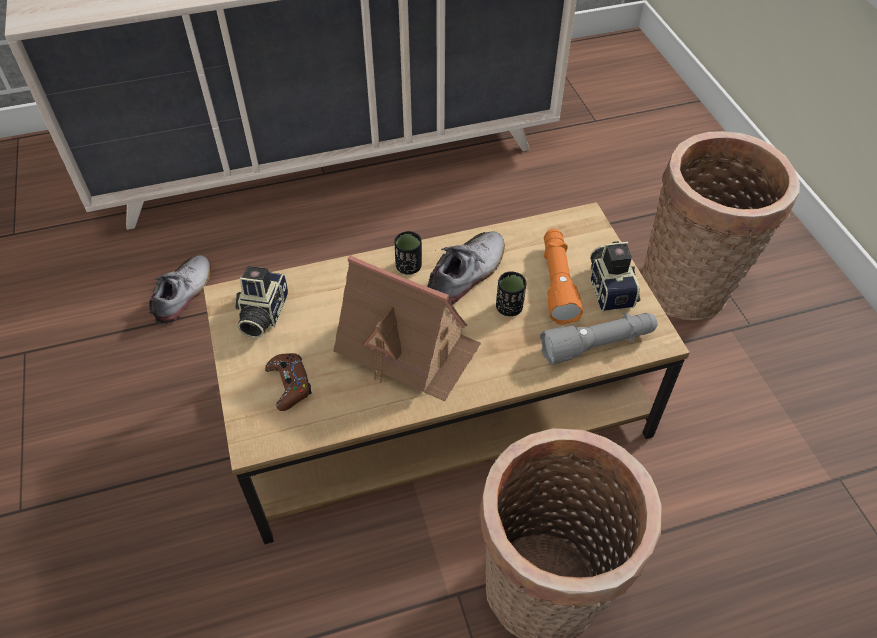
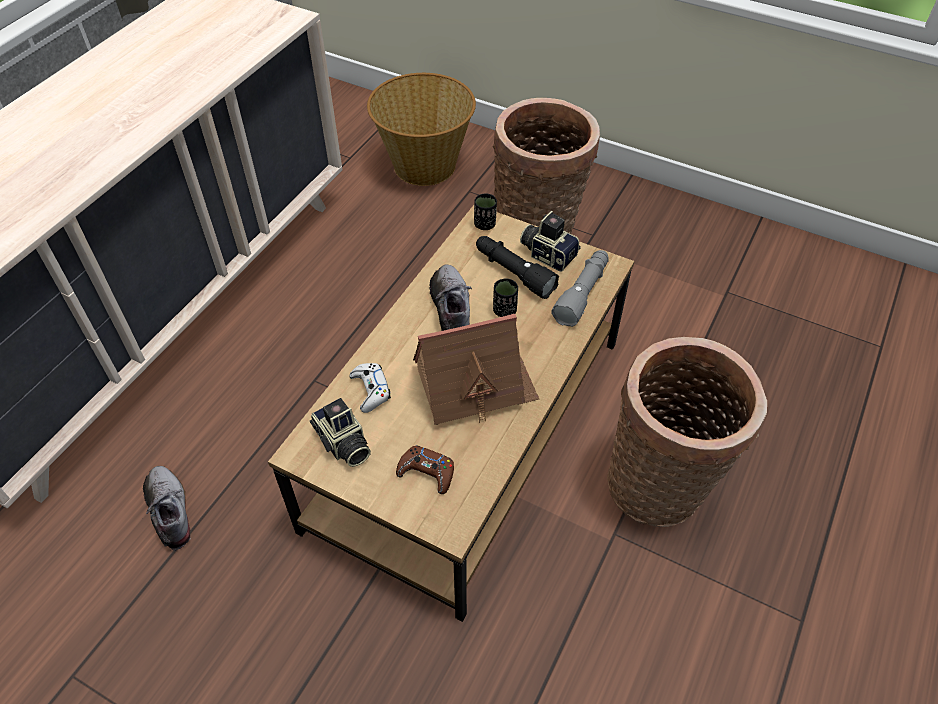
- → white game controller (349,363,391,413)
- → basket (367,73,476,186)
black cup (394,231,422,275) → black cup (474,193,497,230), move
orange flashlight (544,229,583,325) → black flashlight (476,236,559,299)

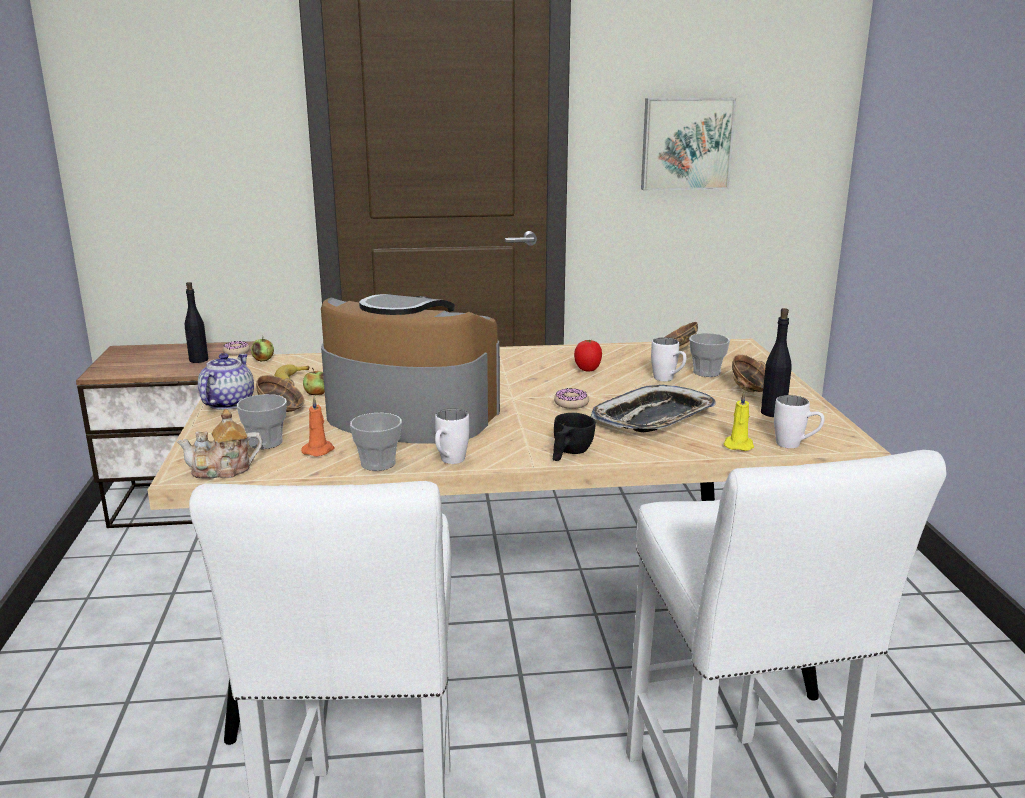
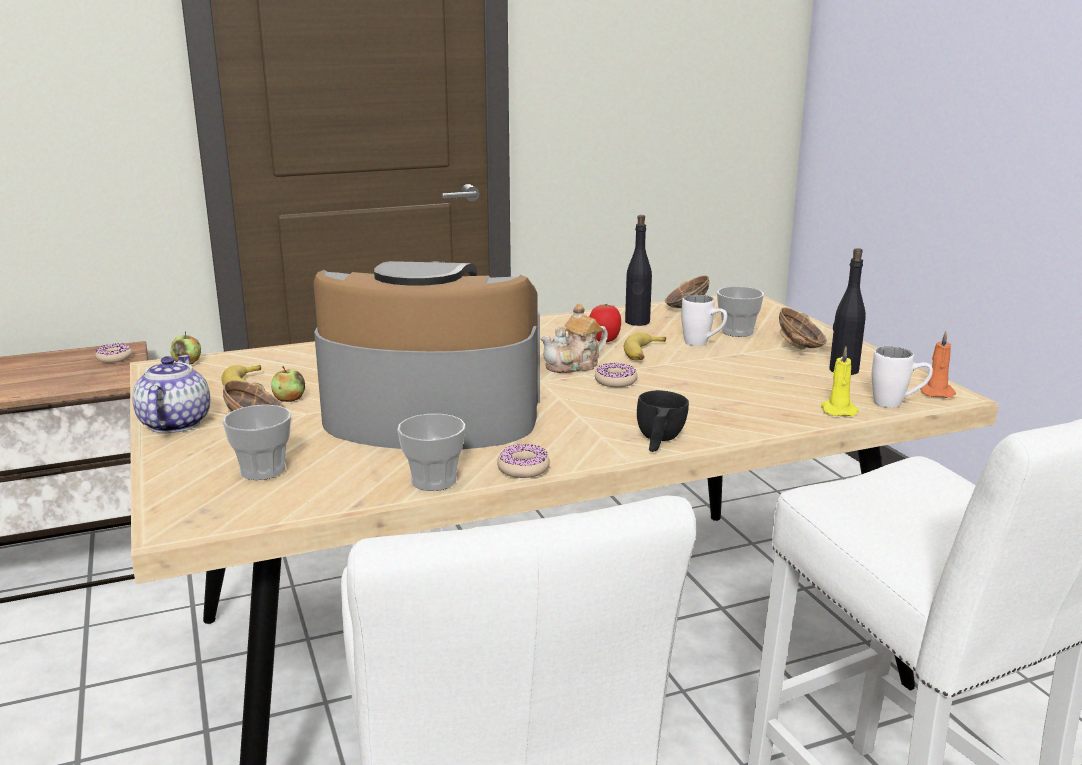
tray (591,385,716,432) → -
picture (641,98,736,191) → -
- → banana (624,332,666,361)
teapot (177,409,262,479) → teapot (540,304,608,373), move
black bottle (185,282,208,363) → black bottle (625,215,652,326), move
orange candle (301,396,335,456) → orange candle (921,331,956,398), move
white mug (435,409,469,464) → donut (497,444,550,478)

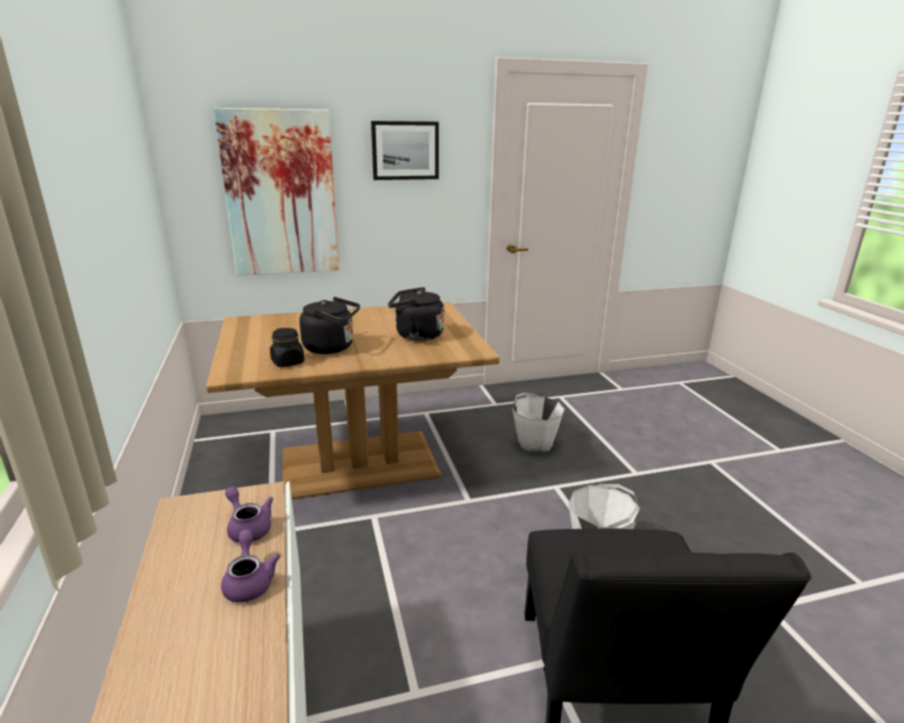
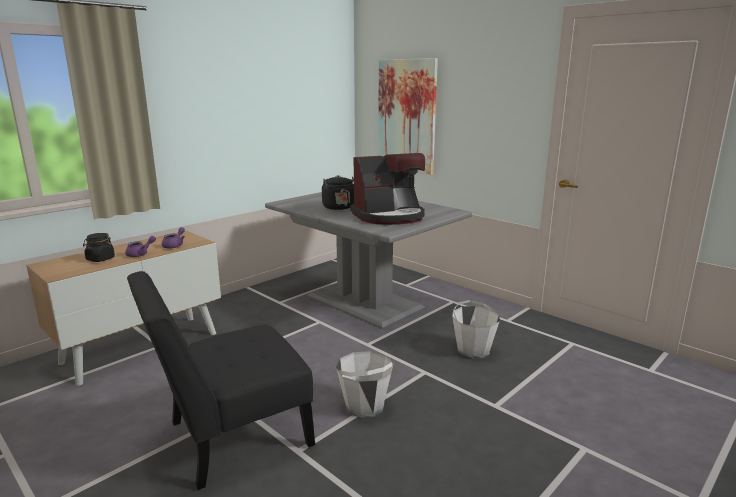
picture (371,121,439,180) → -
black jar (270,328,305,367) → black jar (83,233,115,262), move
black kettle (388,287,444,341) → coffee machine (350,153,425,225)
brown dining table (206,302,500,499) → grey dining table (265,192,472,329)

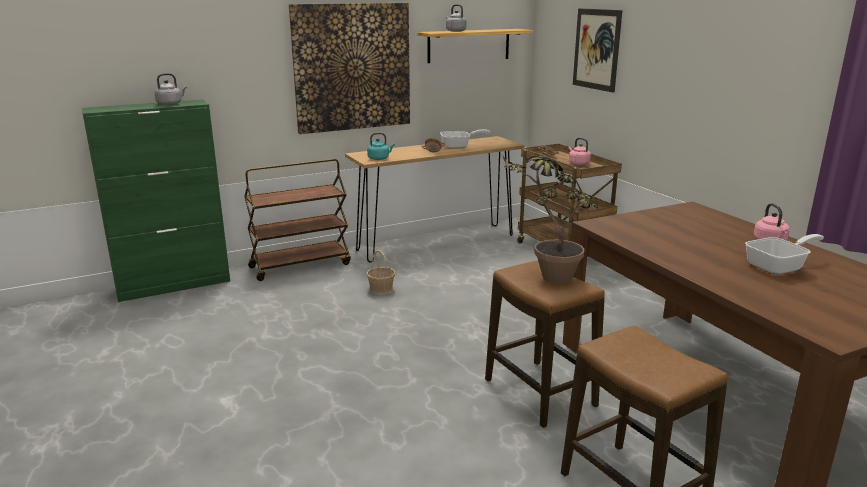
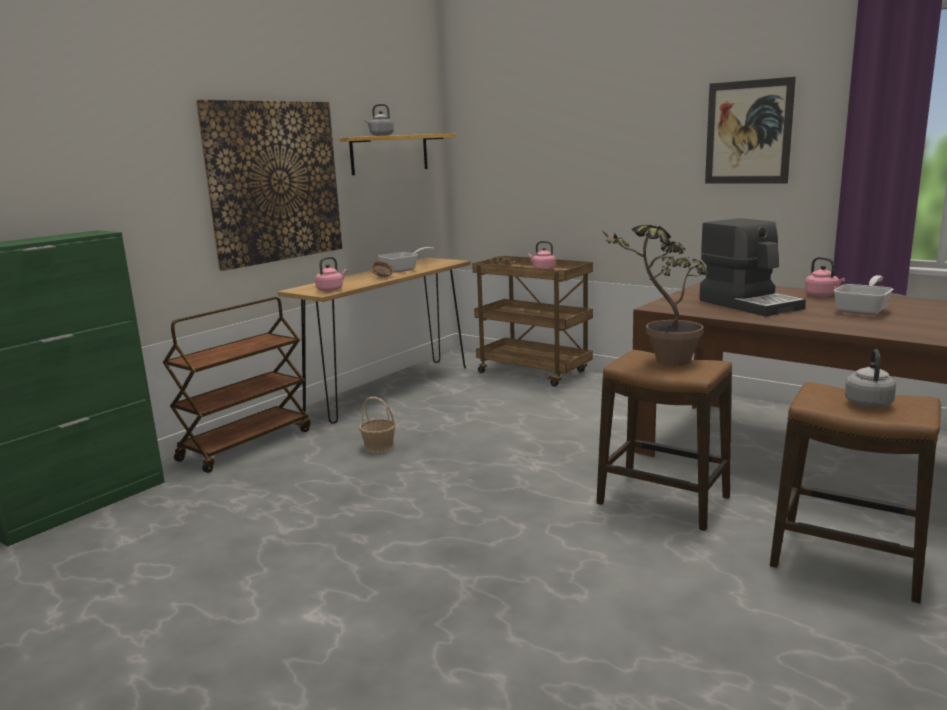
- → coffee machine (699,218,806,316)
grey kettle (155,73,187,105) → grey kettle (845,349,896,407), move
picture (573,8,623,93) → picture (705,77,796,184), move
turquoise kettle (367,133,395,160) → pink kettle (315,257,347,292)

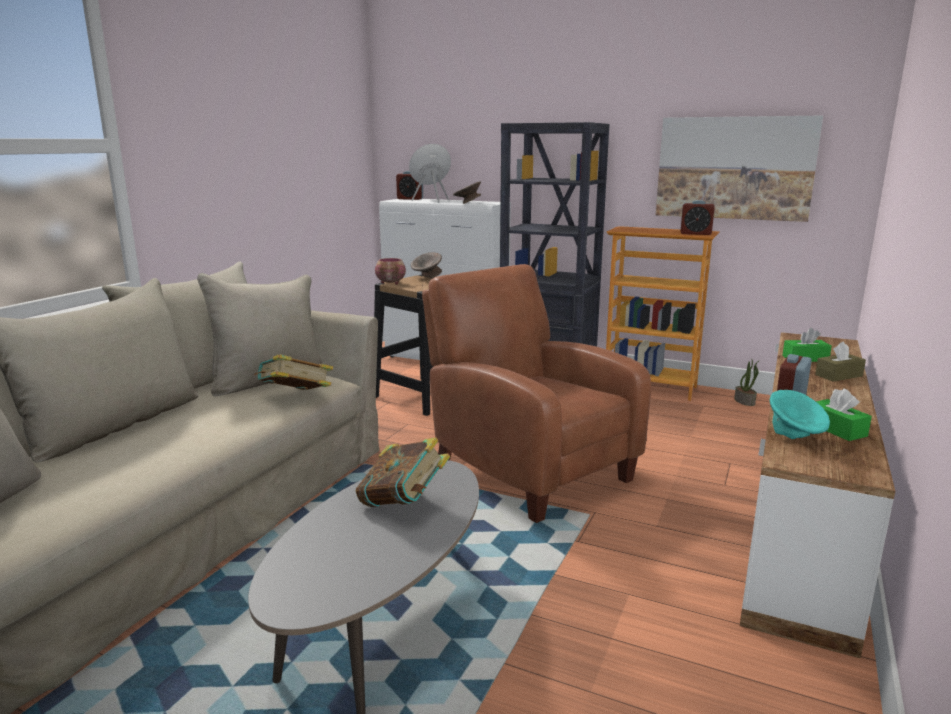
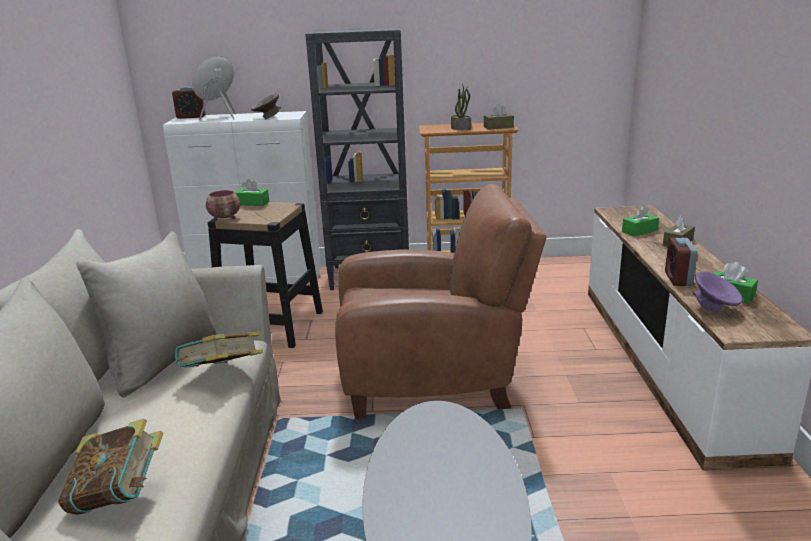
picture (656,115,823,222) → -
book (356,437,450,507) → book (58,419,163,515), move
potted plant (734,358,760,406) → potted plant (451,84,471,130), move
grey bowl (411,252,442,278) → green tissue box (235,179,269,206)
alarm clock (680,200,715,235) → brown tissue box (484,104,514,130)
turquoise bowl (770,390,830,439) → purple bowl (693,271,743,312)
brown armchair (422,264,651,523) → brown armchair (335,184,546,419), 150 degrees clockwise

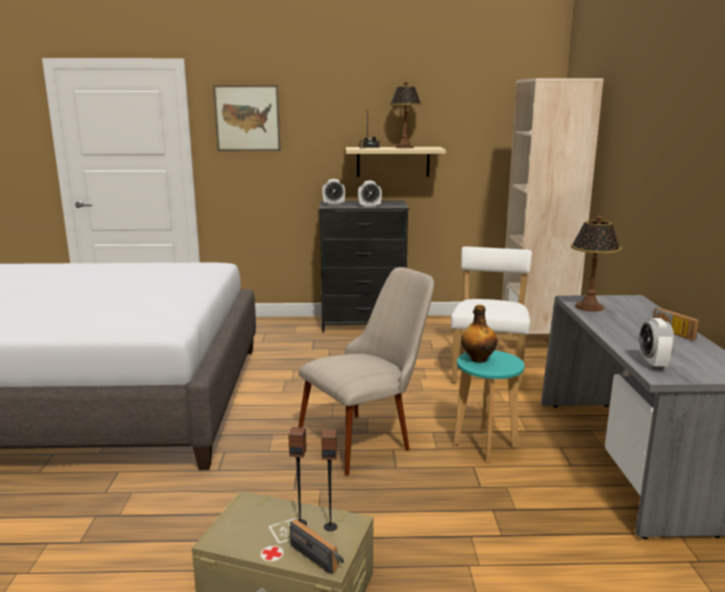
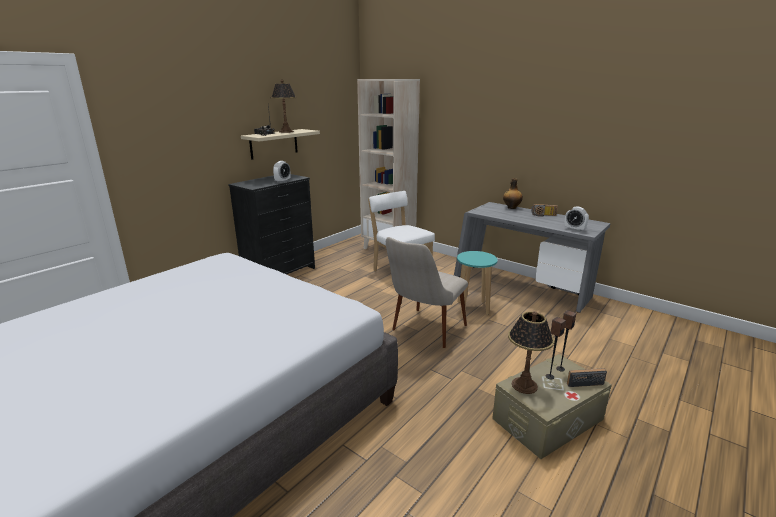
picture (213,85,281,151) → -
alarm clock (322,179,345,205) → -
bottle (461,305,497,363) → bottle (503,178,523,209), move
table lamp (571,216,622,312) → table lamp (508,311,555,394), move
beige chair (298,267,434,476) → beige chair (386,237,468,348), 150 degrees counterclockwise

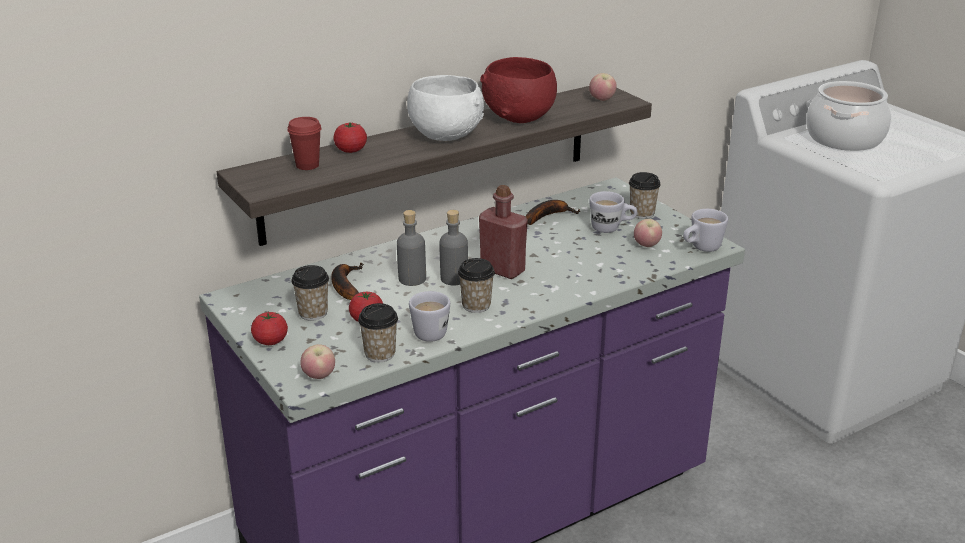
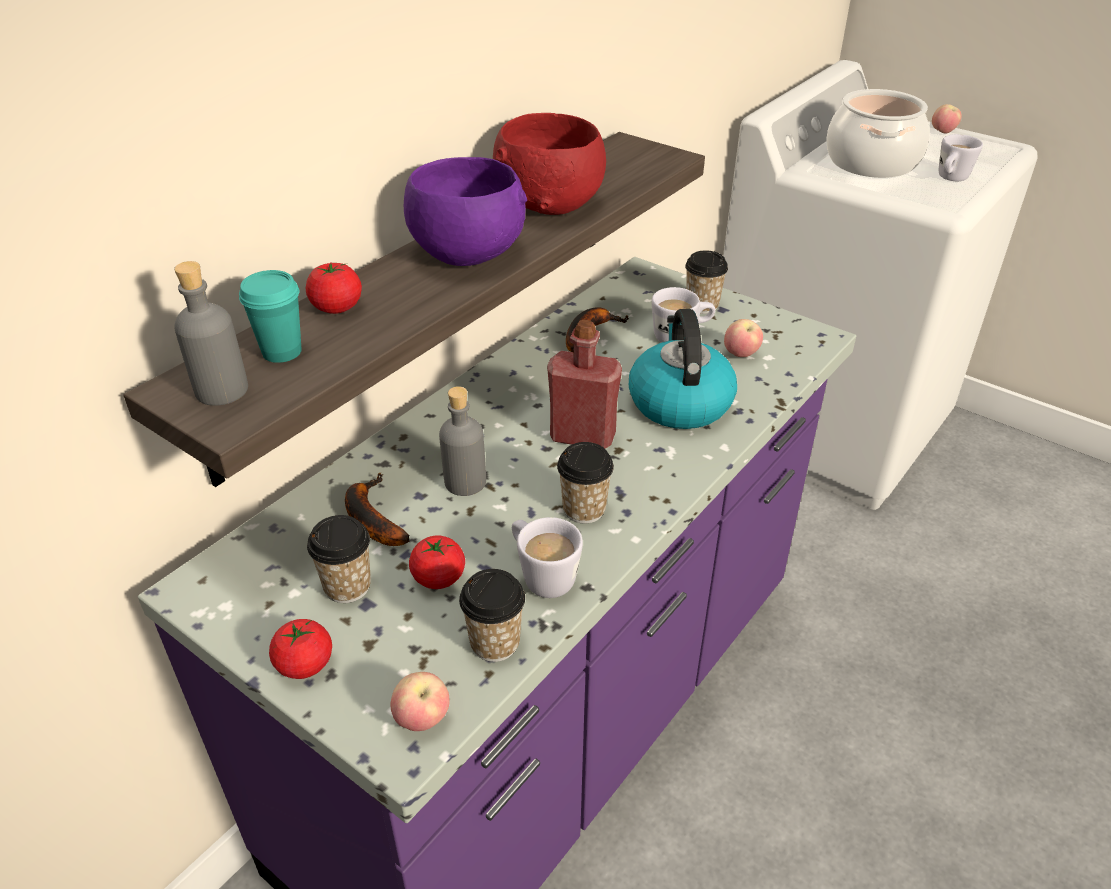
- → kettle (629,309,737,429)
grey bottle (439,210,468,285) → grey bottle (174,261,248,406), move
apple (589,73,616,101) → apple (932,104,962,133), move
white mug (683,209,728,252) → white mug (939,134,983,181), move
red cup (287,117,322,170) → turquoise cup (239,270,302,363)
white bowl (407,75,484,141) → purple bowl (404,157,527,266)

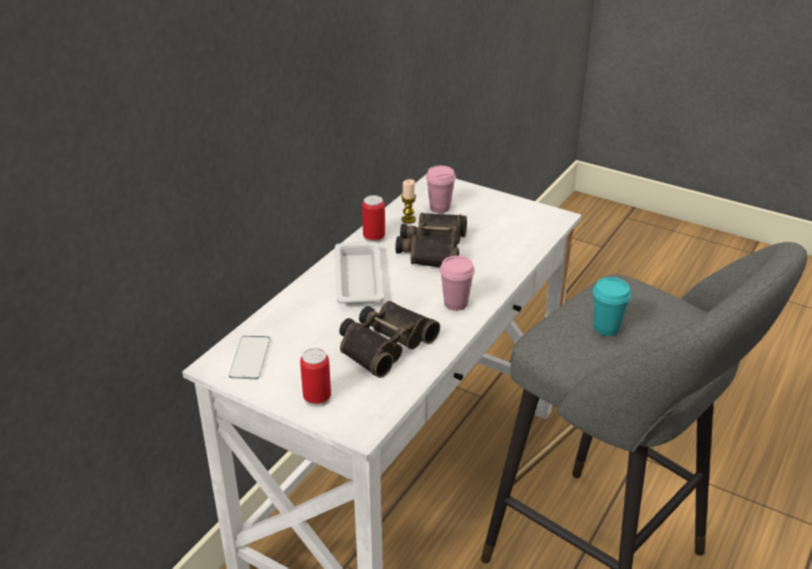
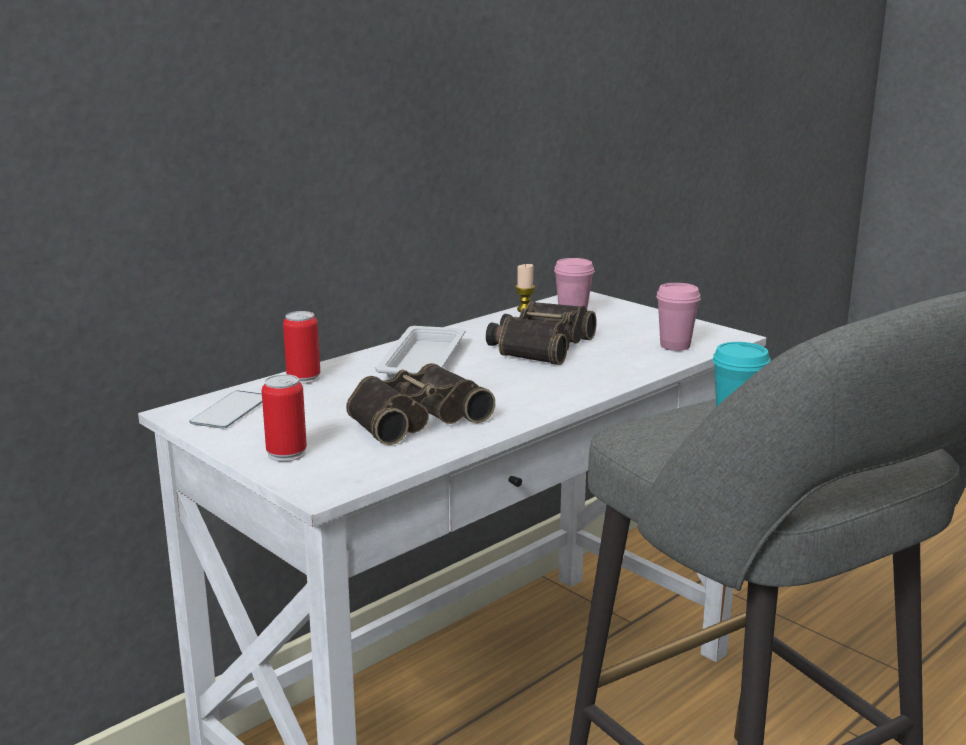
can (362,195,385,243) → can (283,311,320,384), move
pink cup (440,256,475,311) → pink cup (656,283,701,351), move

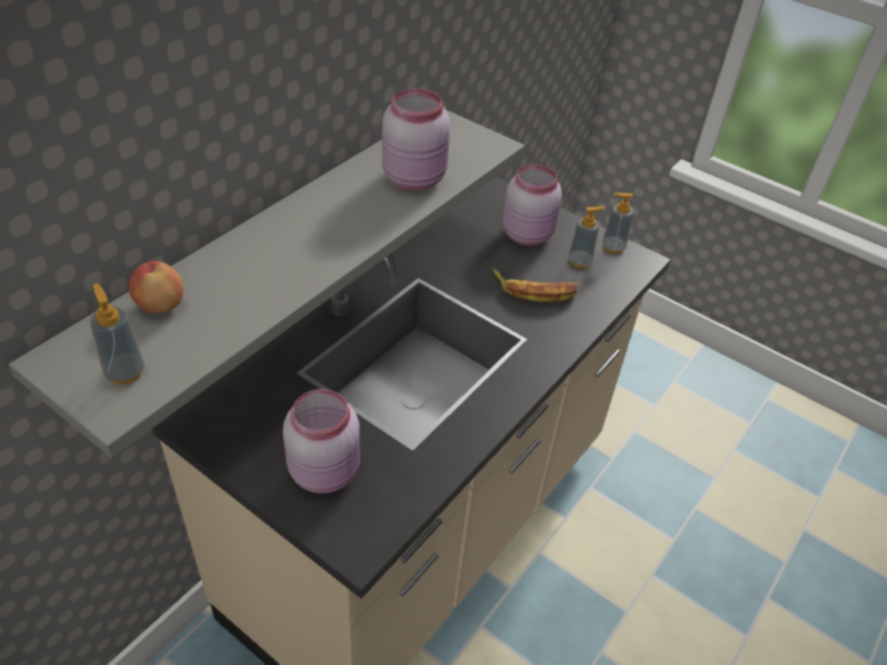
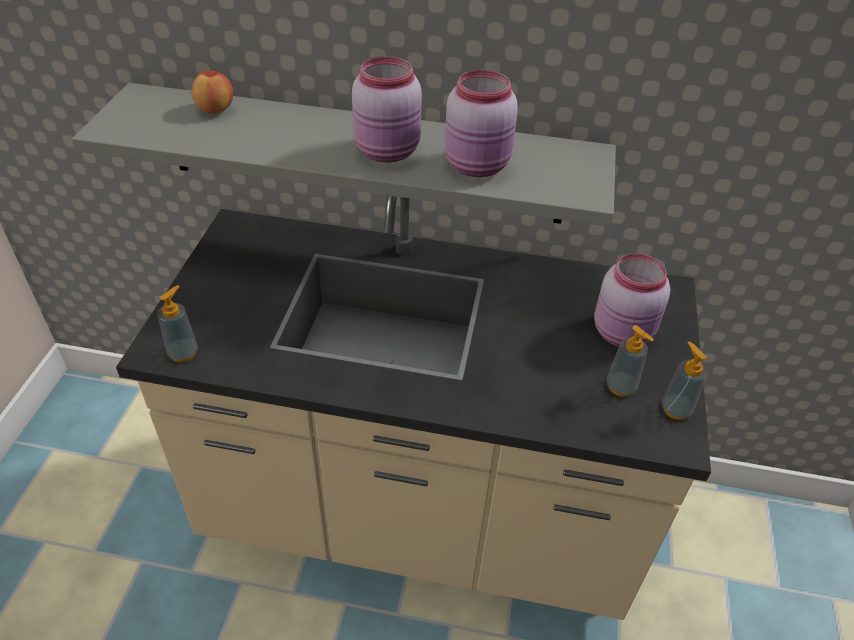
banana (493,268,579,302) → -
soap dispenser (90,283,145,384) → soap dispenser (157,285,198,362), move
pink jar (283,389,360,493) → pink jar (352,56,422,162), move

